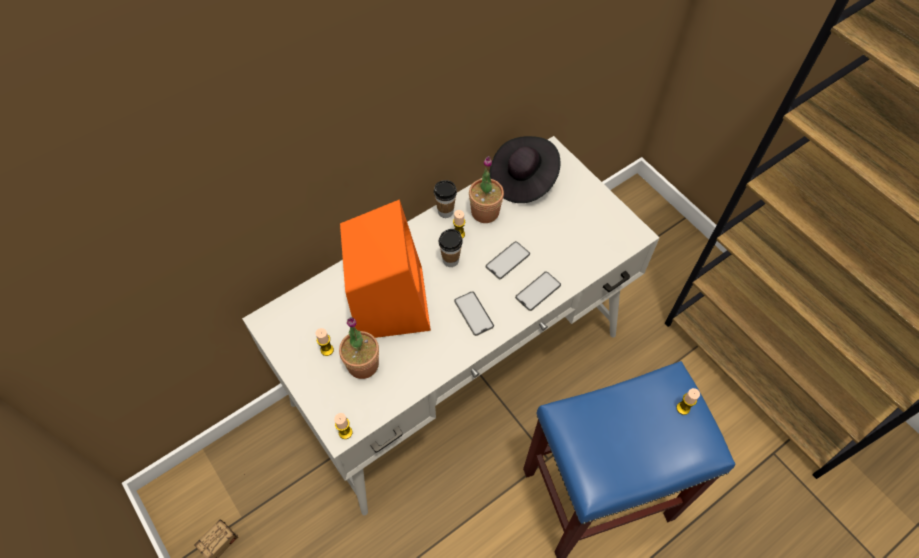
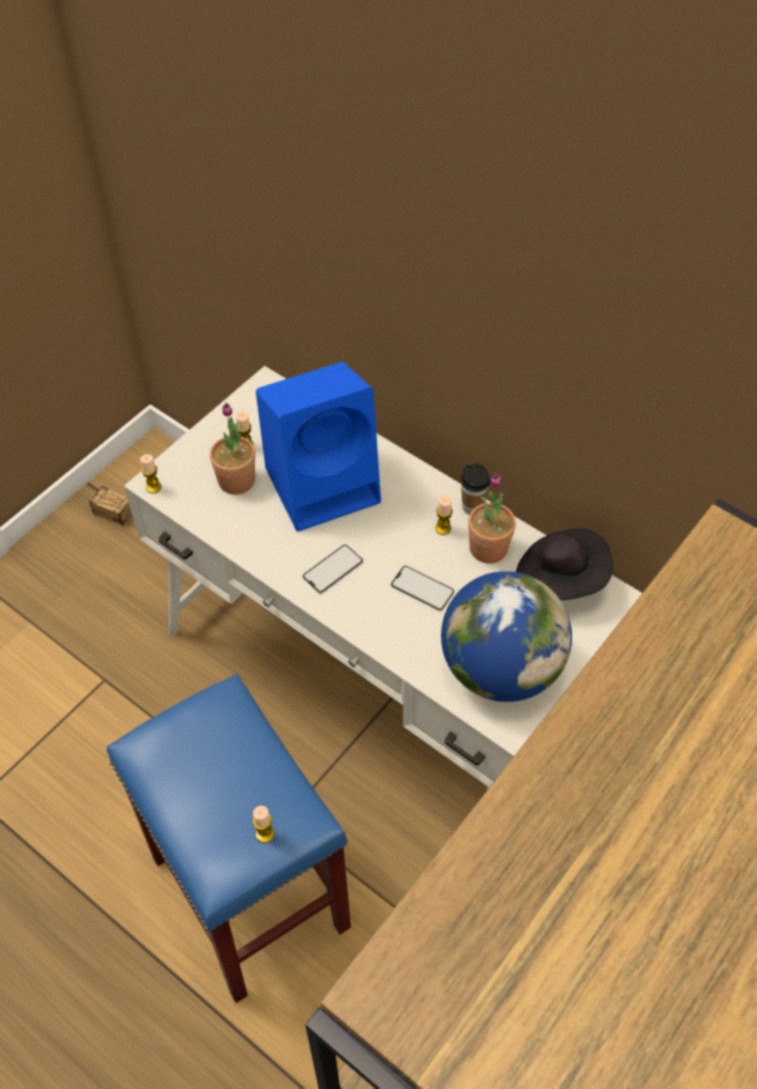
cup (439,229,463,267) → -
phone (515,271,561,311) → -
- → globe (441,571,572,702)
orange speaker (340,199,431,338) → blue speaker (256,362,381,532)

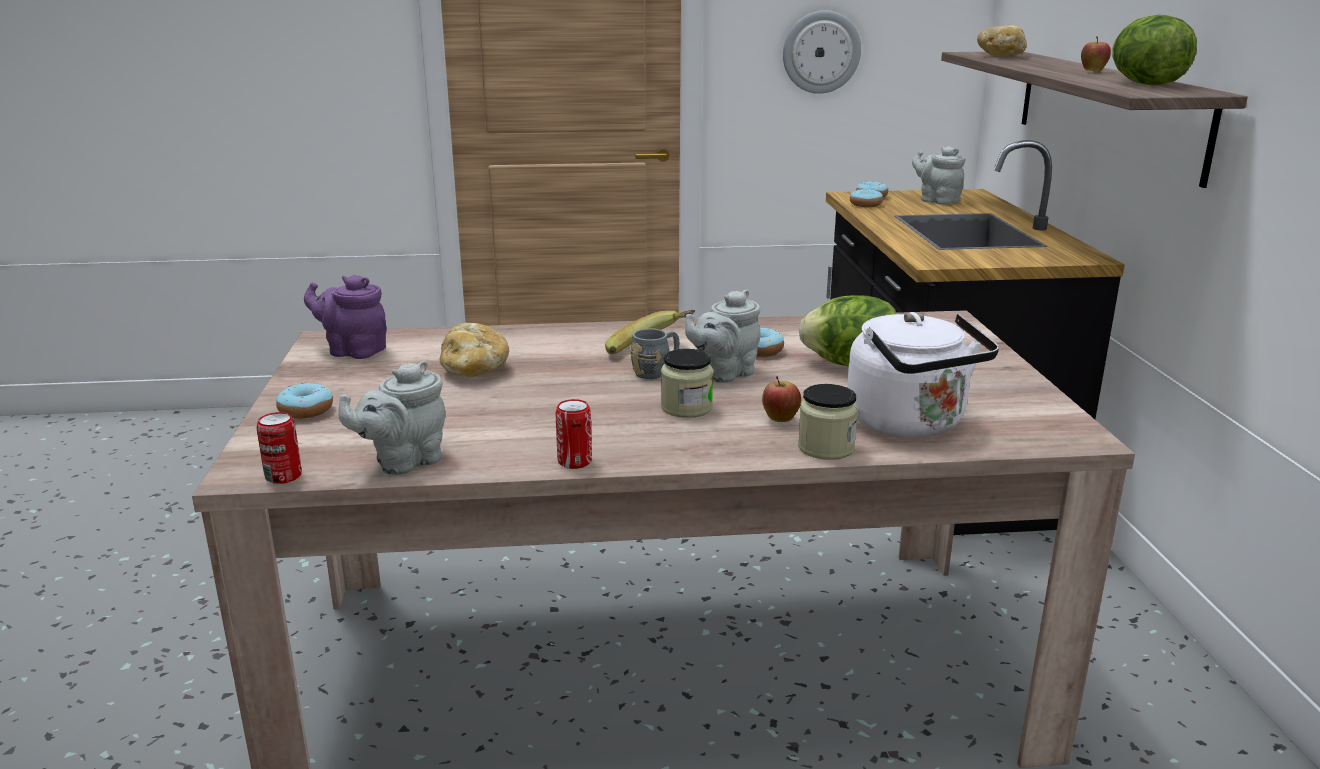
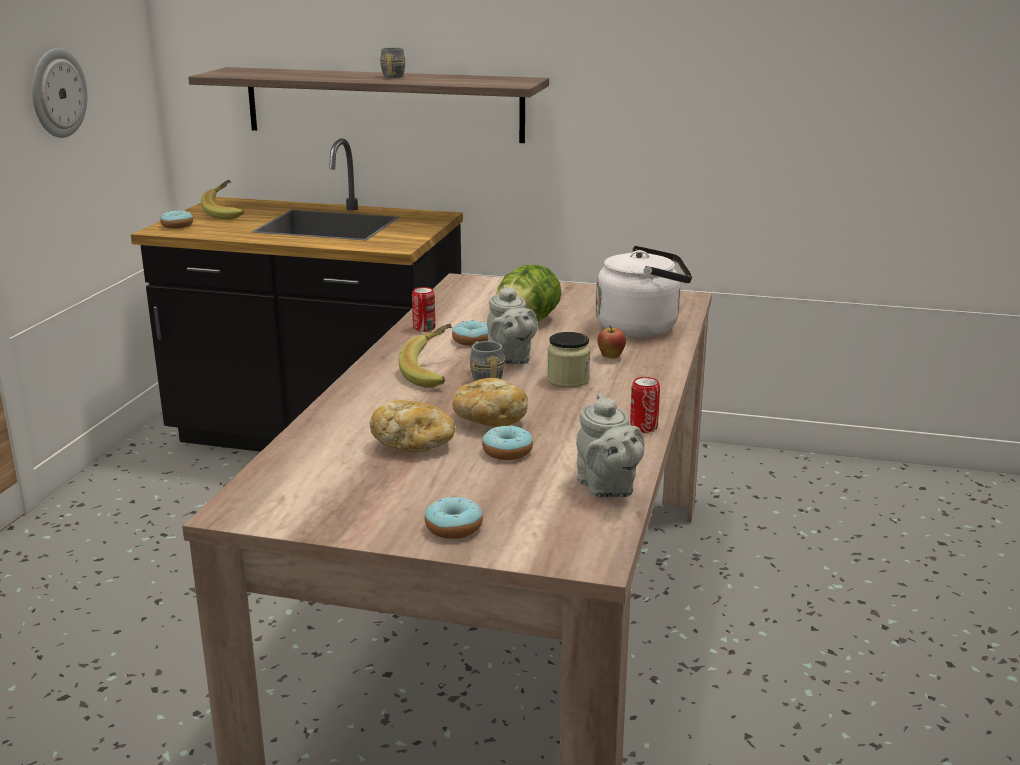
purple teapot (304,275,387,359) → -
jar (798,384,858,460) → -
lettuce (1112,15,1197,85) → -
can (257,412,302,484) → can (412,287,435,332), move
donut (850,189,883,207) → donut (482,425,533,460), move
bread (977,25,1027,57) → bread (452,378,528,427), move
grey teapot (912,146,965,205) → banana (201,180,244,219)
apple (1081,36,1111,72) → grey mug (380,48,405,78)

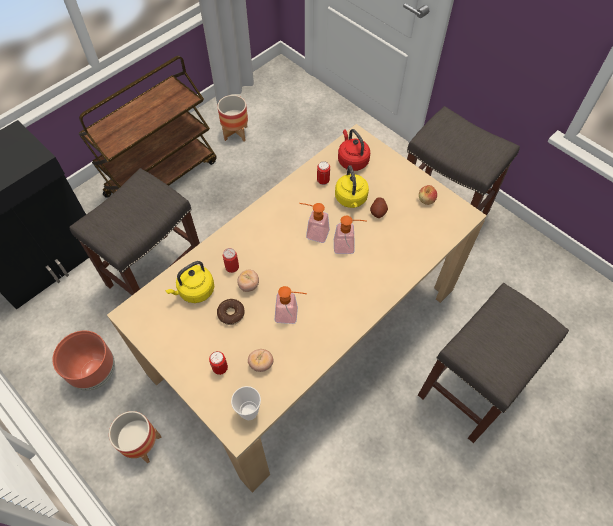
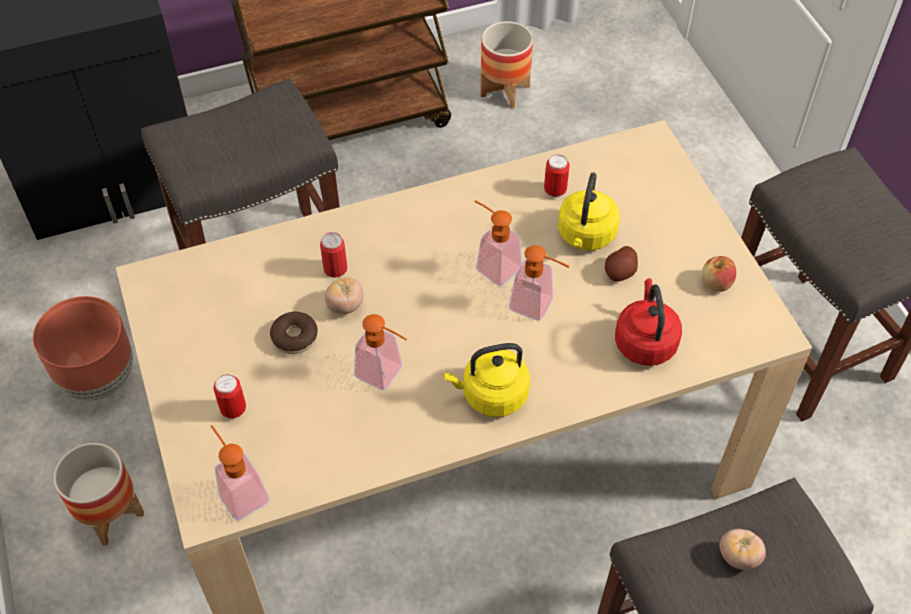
yellow kettle (165,261,214,303) → yellow kettle (443,343,530,417), move
tomato (248,349,274,372) → tomato (719,529,766,570), move
red kettle (338,129,370,171) → red kettle (615,278,682,366), move
cup (231,386,261,420) → soap dispenser (211,425,270,520)

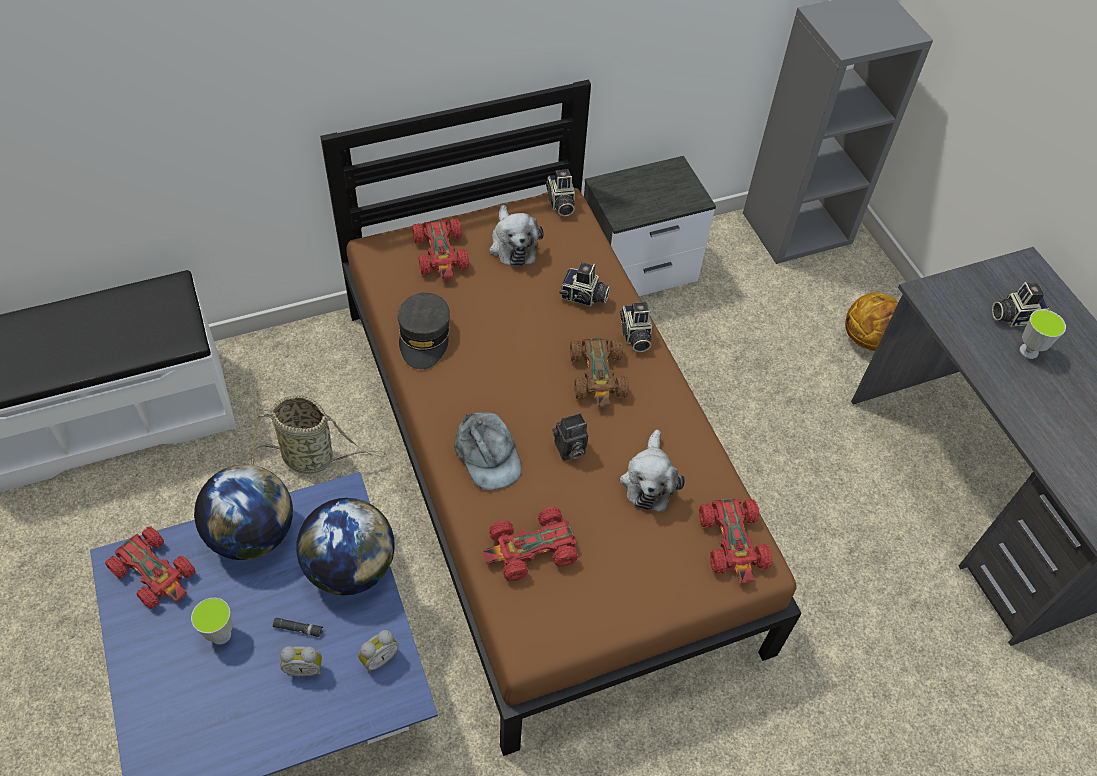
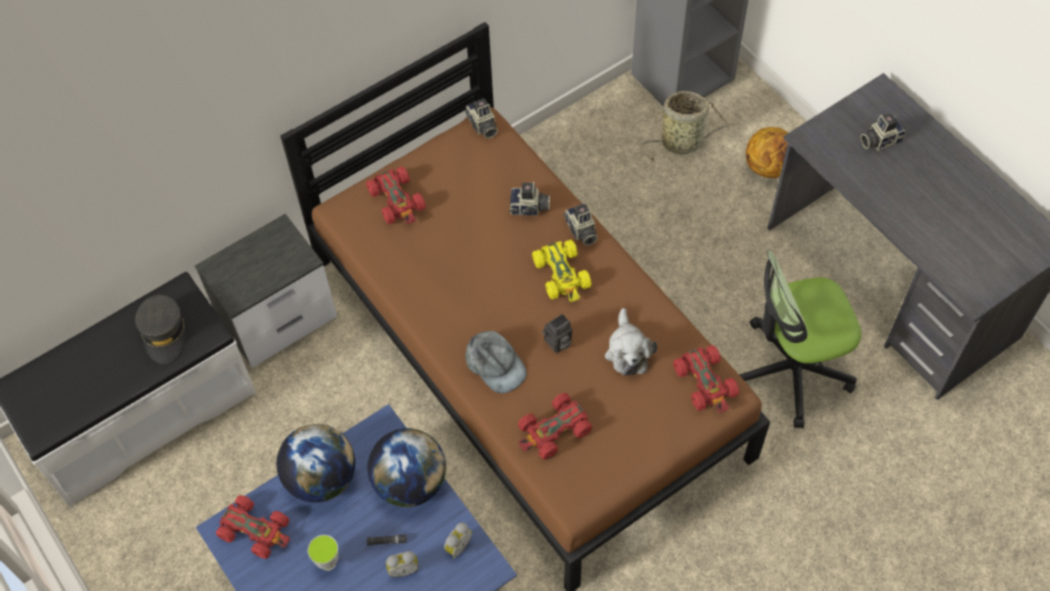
plush toy (489,205,544,267) → -
cup (1019,309,1066,359) → -
- → office chair (740,251,861,428)
basket (251,395,387,474) → basket (640,91,743,162), move
grey cap (397,293,450,369) → grey cap (135,295,186,364), move
nightstand (584,156,716,296) → nightstand (195,214,337,368), move
brown toy car (570,338,629,407) → yellow toy car (532,240,592,302)

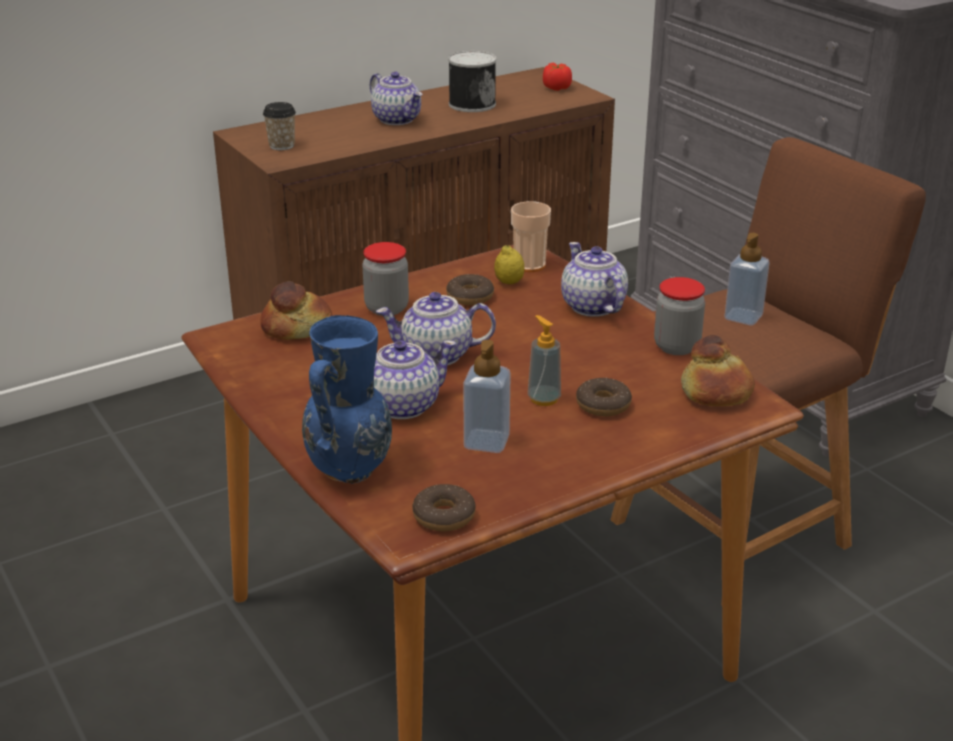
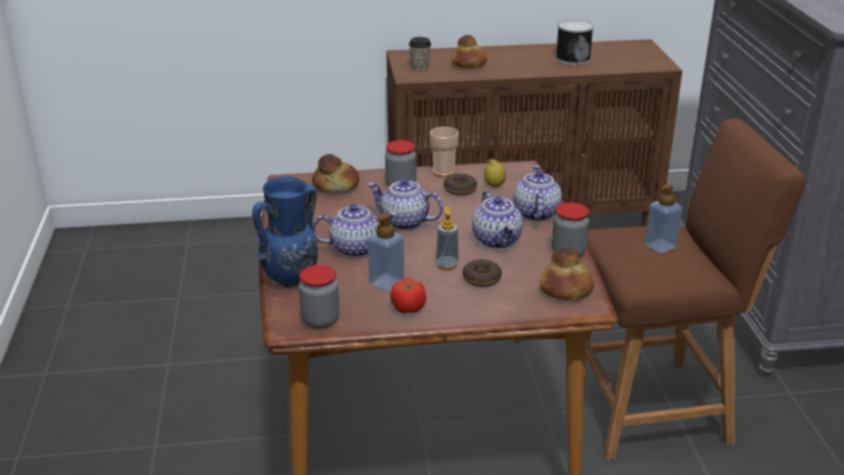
- → bread (452,35,487,68)
teapot (370,72,422,125) → teapot (472,190,523,248), move
cup (511,201,551,272) → cup (430,127,459,177), move
tomato (543,63,572,91) → tomato (390,278,426,314), move
donut (412,484,476,531) → jar (299,265,339,329)

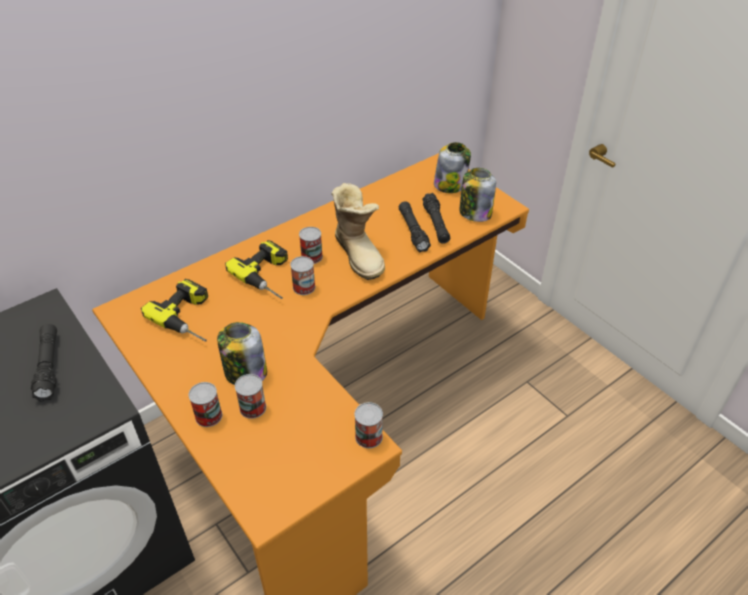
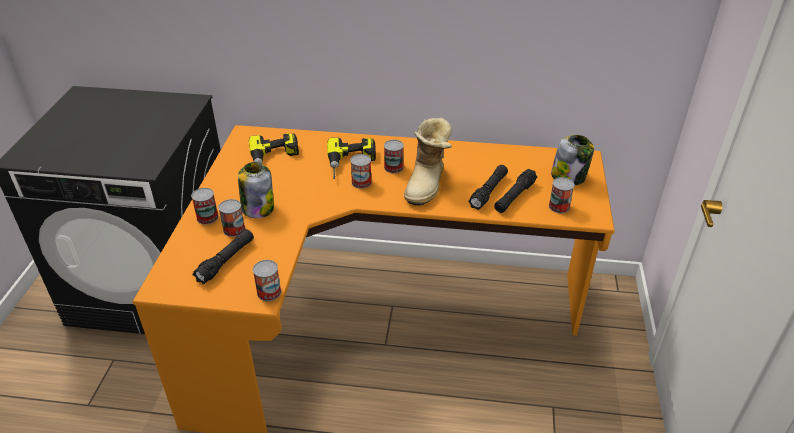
black flashlight (31,324,57,402) → black flashlight (192,229,254,284), move
jar (459,168,496,222) → can (549,177,575,213)

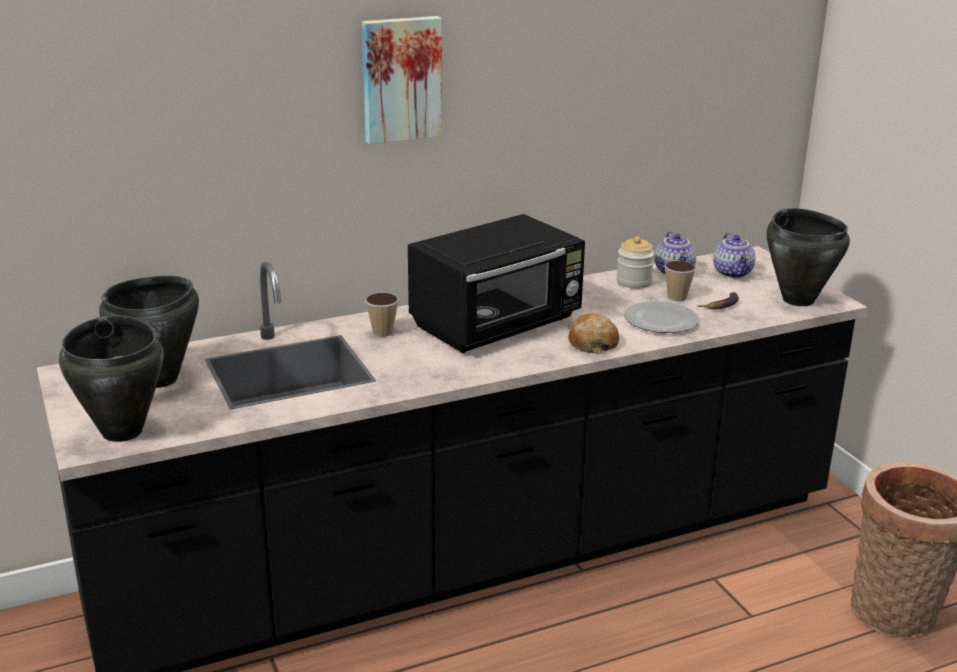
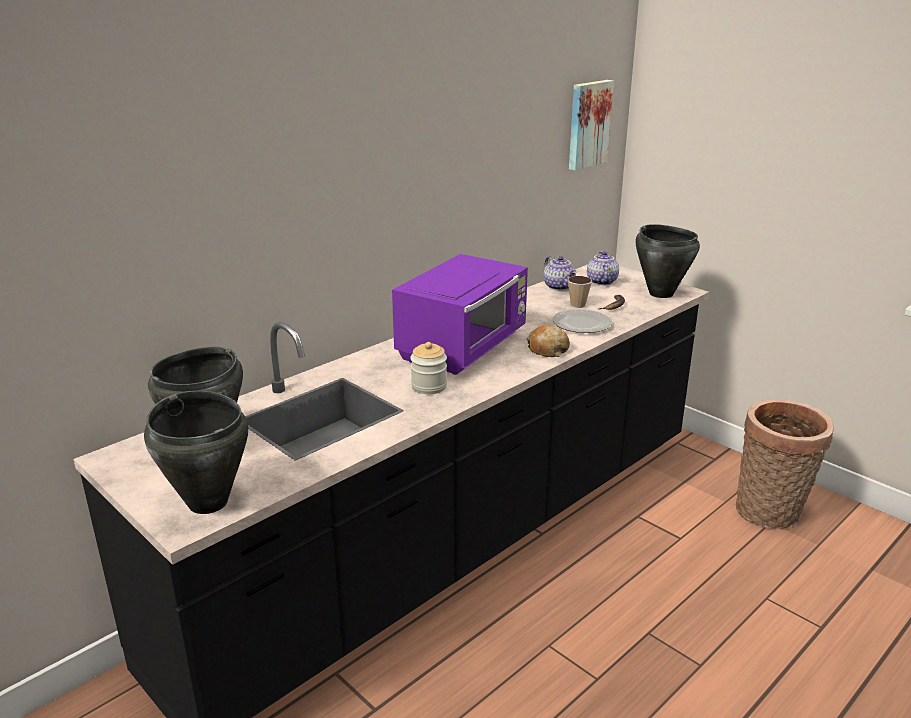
cup (365,293,399,337) → -
picture (362,16,442,144) → picture (569,80,614,170), move
jar (616,236,655,289) → jar (410,342,447,394), move
black microwave (408,214,585,353) → purple microwave (392,254,528,375)
teapot (713,233,756,278) → teapot (587,251,619,285), 150 degrees counterclockwise

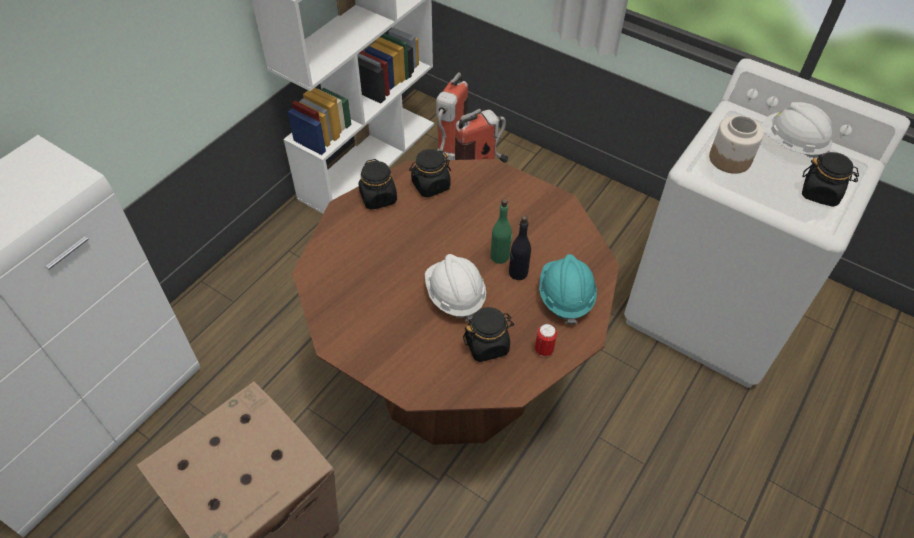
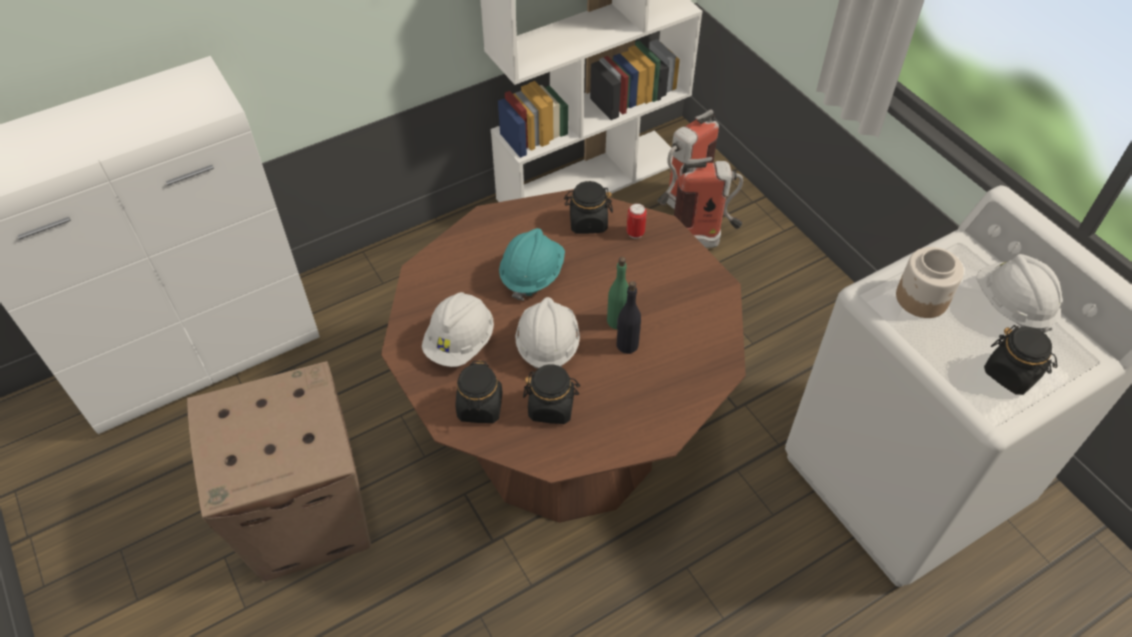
- → white hard hat (422,292,494,367)
black jar (358,159,397,210) → black jar (456,360,503,423), move
can (535,324,557,357) → can (626,203,647,239), move
turquoise hard hat (539,254,597,324) → turquoise hard hat (499,228,565,301), move

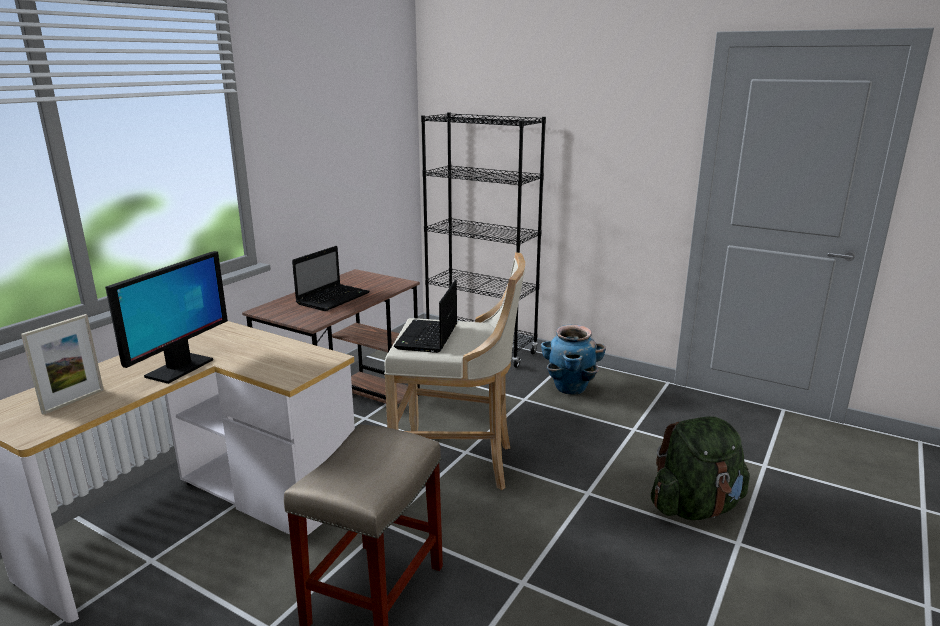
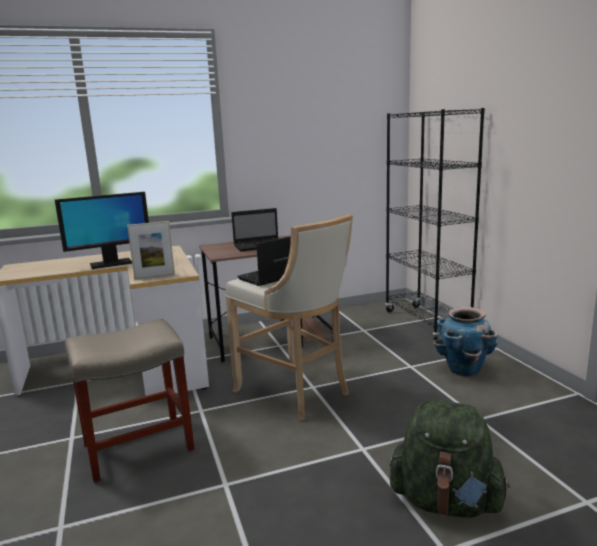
picture frame (21,314,104,415) → picture frame (127,221,175,280), move

